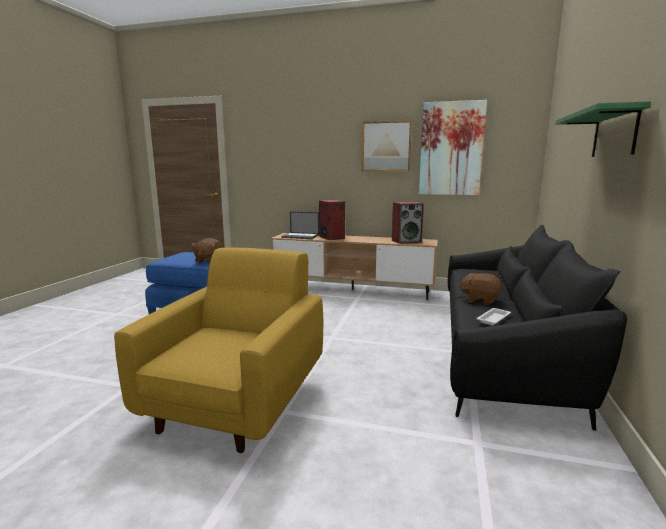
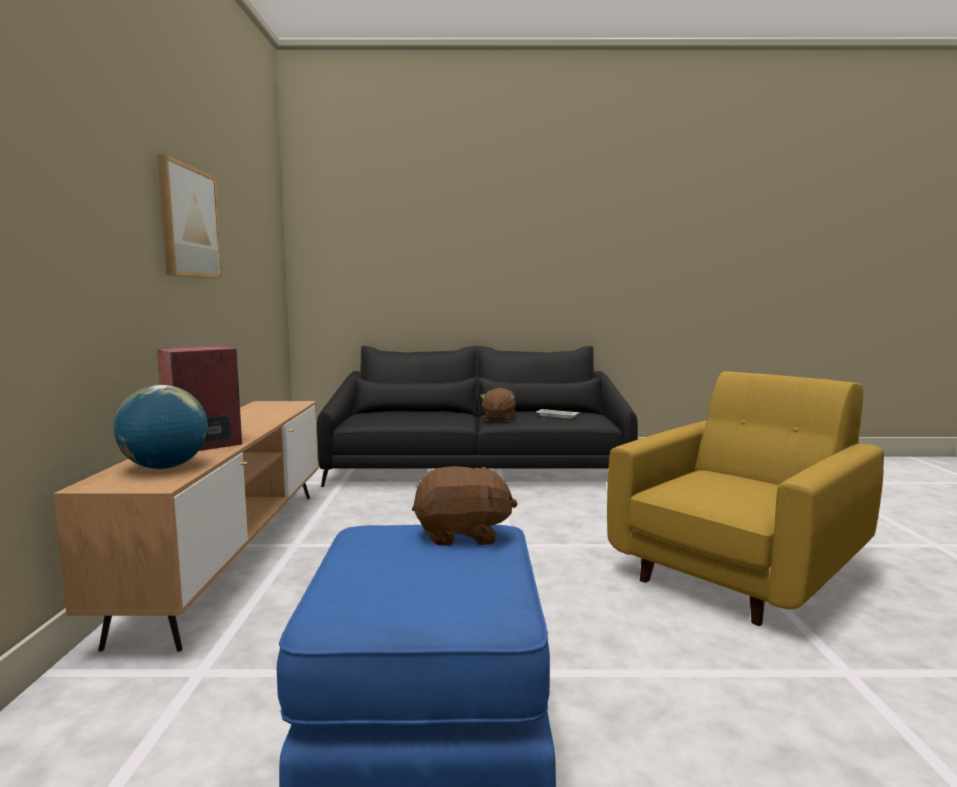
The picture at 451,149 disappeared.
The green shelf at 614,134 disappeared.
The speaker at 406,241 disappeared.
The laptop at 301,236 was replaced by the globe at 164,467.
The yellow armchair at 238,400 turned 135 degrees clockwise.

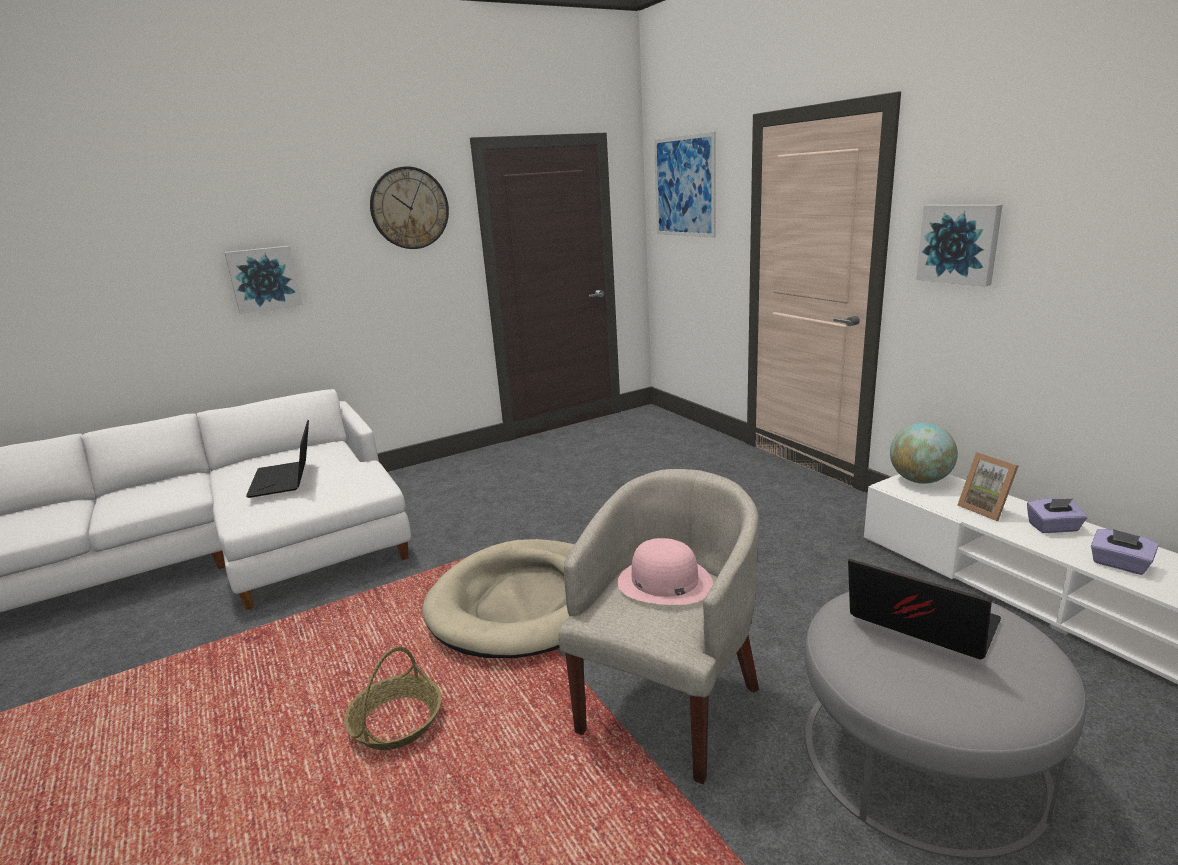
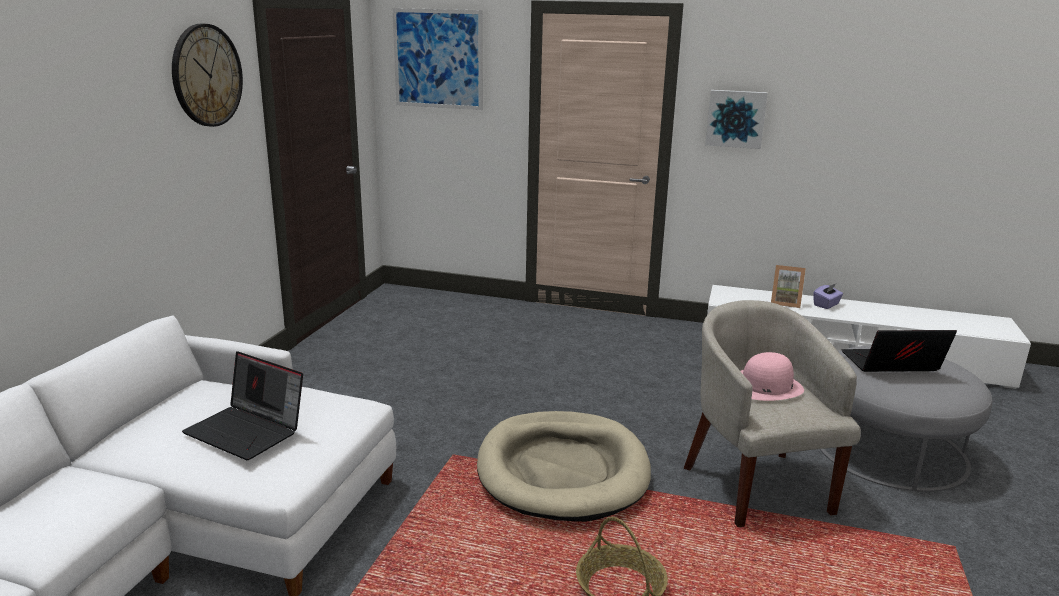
The picture at 264,279 disappeared.
The globe at 919,480 disappeared.
The purple tissue box at 1119,564 disappeared.

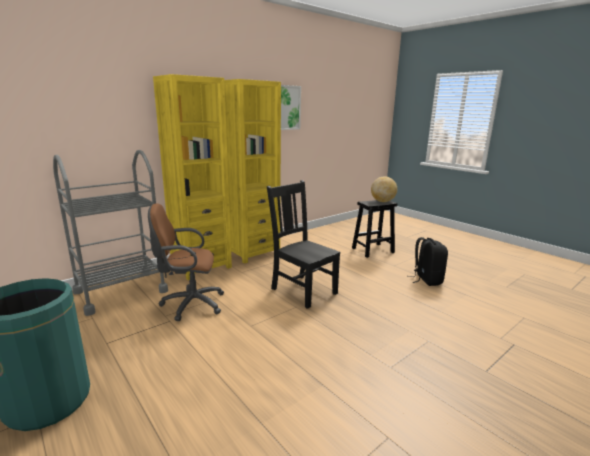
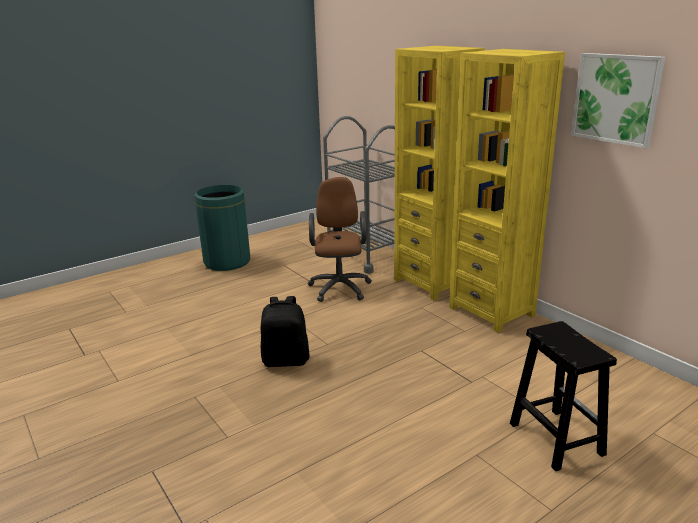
The globe at 382,201 disappeared.
The black chair at 302,290 disappeared.
The black backpack moved from 426,280 to 286,360.

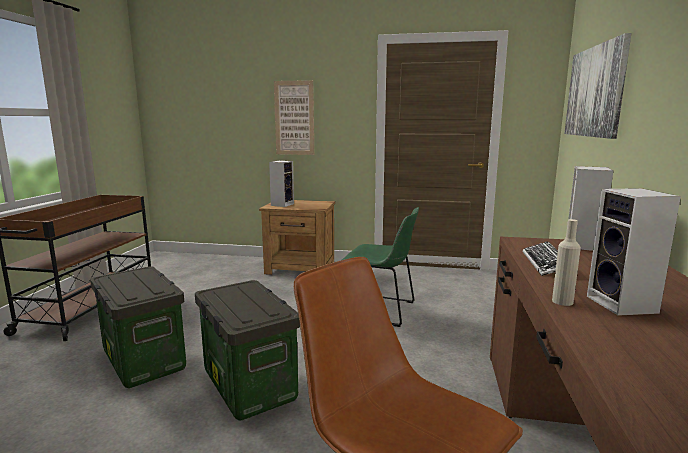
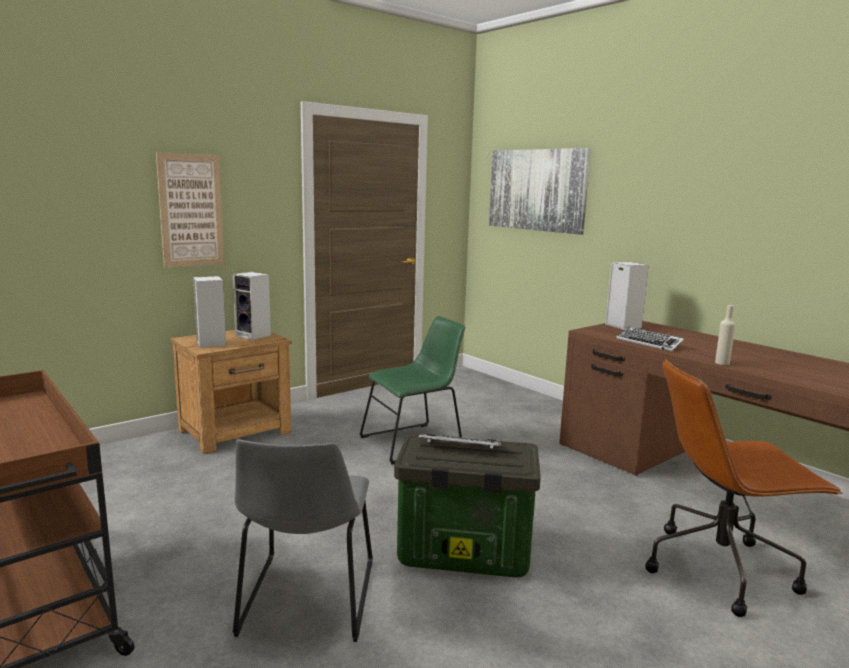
The speaker moved from 624,305 to 254,335.
The storage box at 142,360 was replaced by the grey chair at 307,601.
The keyboard at 460,446 appeared.

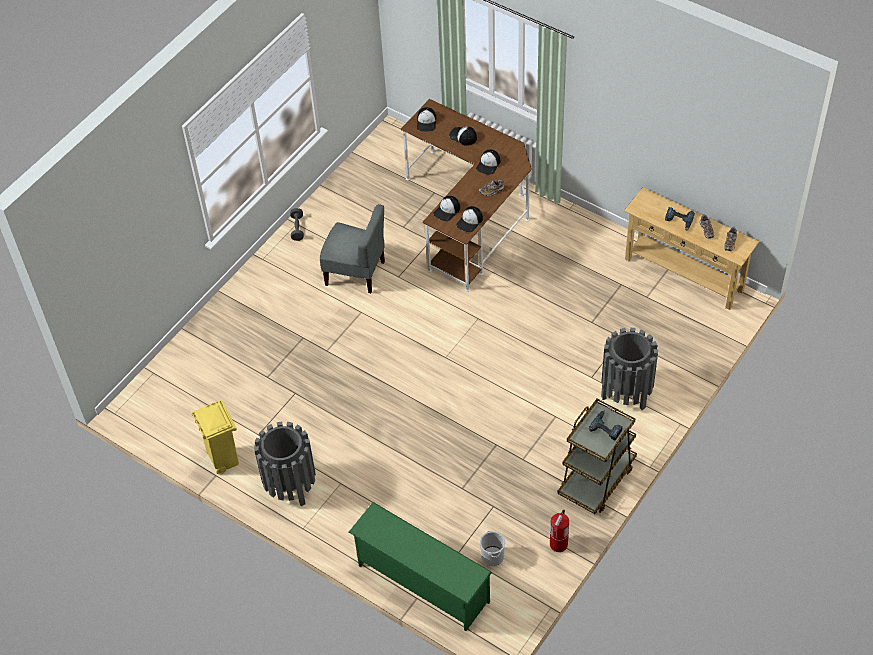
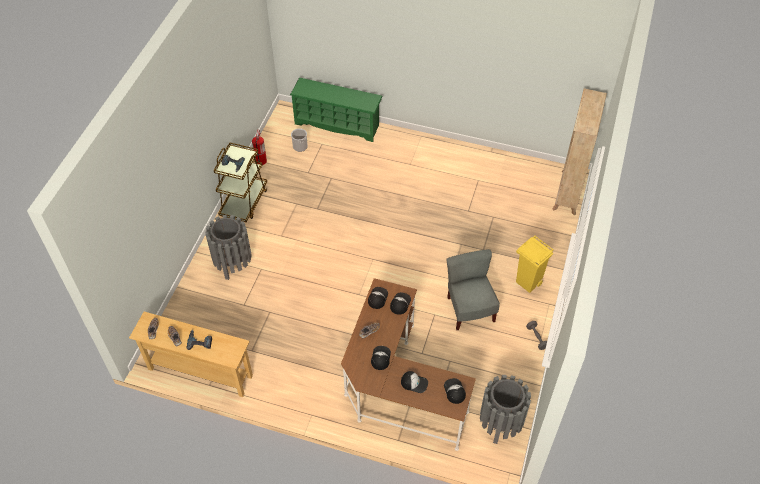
The grey chair at 356,272 turned 75 degrees clockwise.
The yellow trash can moved from 223,459 to 528,283.
The grey trash can moved from 290,485 to 500,424.
The beige bookcase at 568,192 appeared.

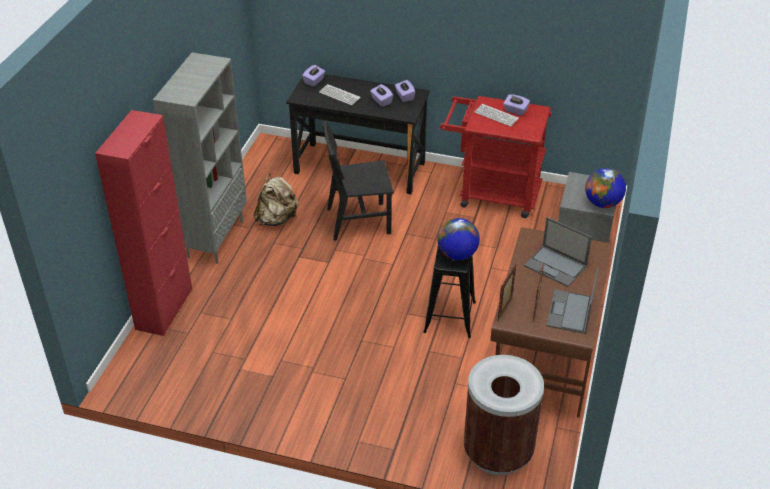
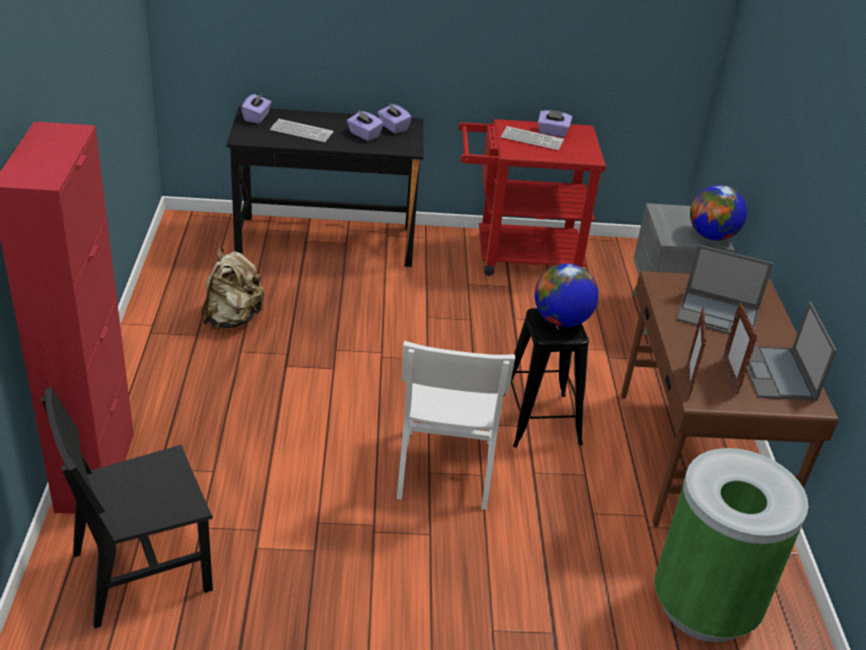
The grey bookcase at 215,238 disappeared.
The black chair moved from 358,221 to 141,571.
The brown trash can at 498,452 became the green trash can at 704,605.
The white chair at 445,468 appeared.

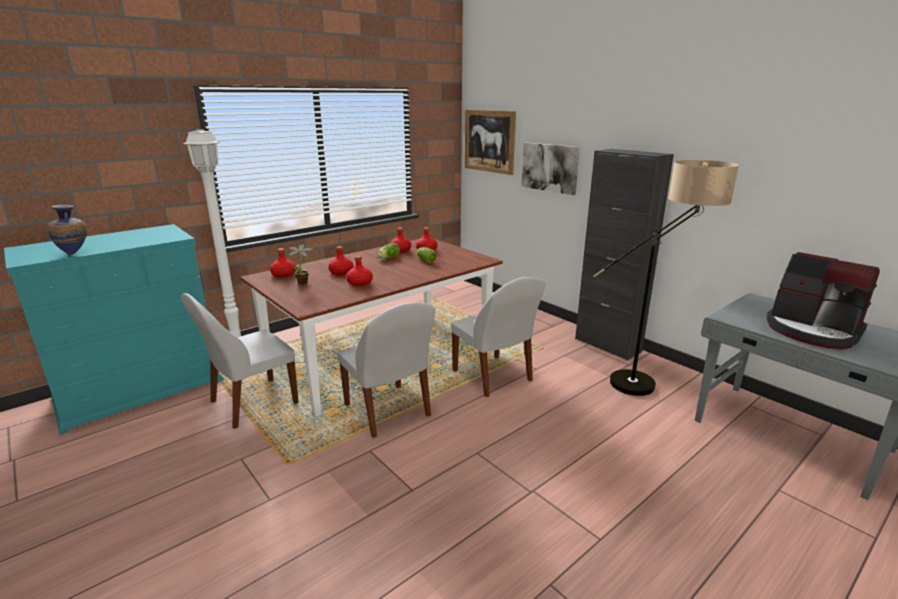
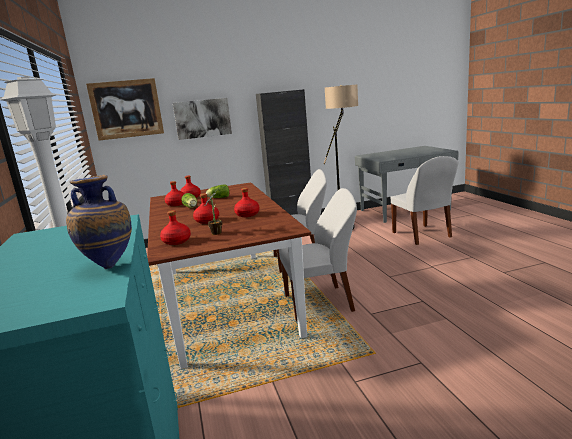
The coffee machine at 812,331 disappeared.
The white chair moved from 251,403 to 422,235.

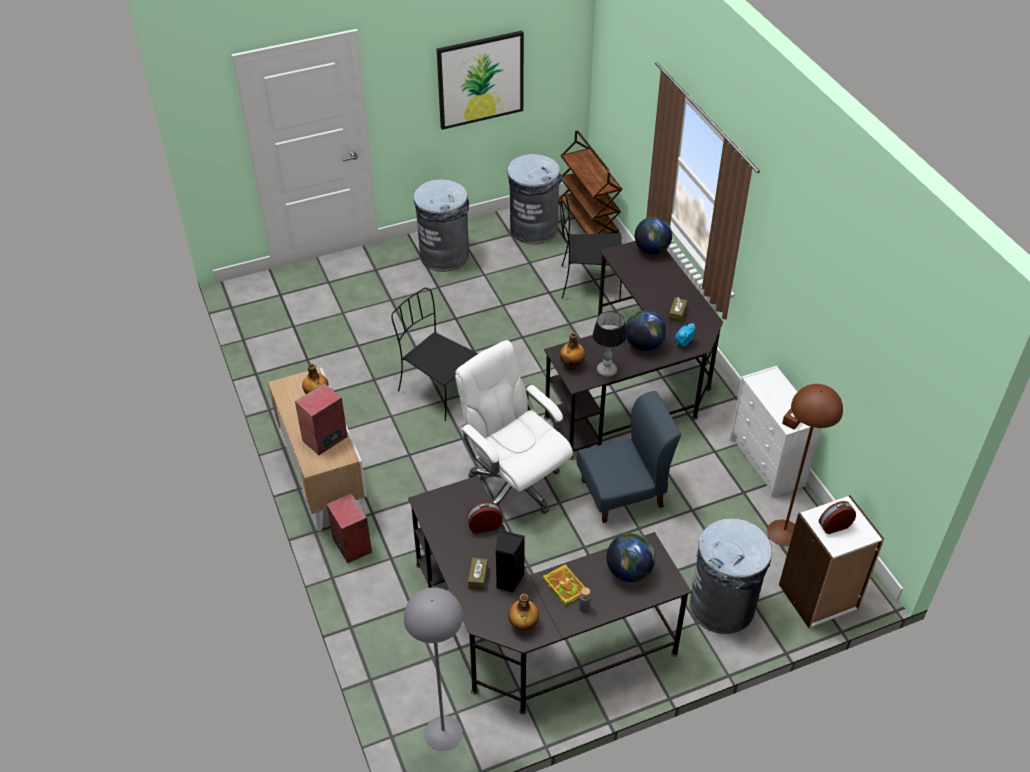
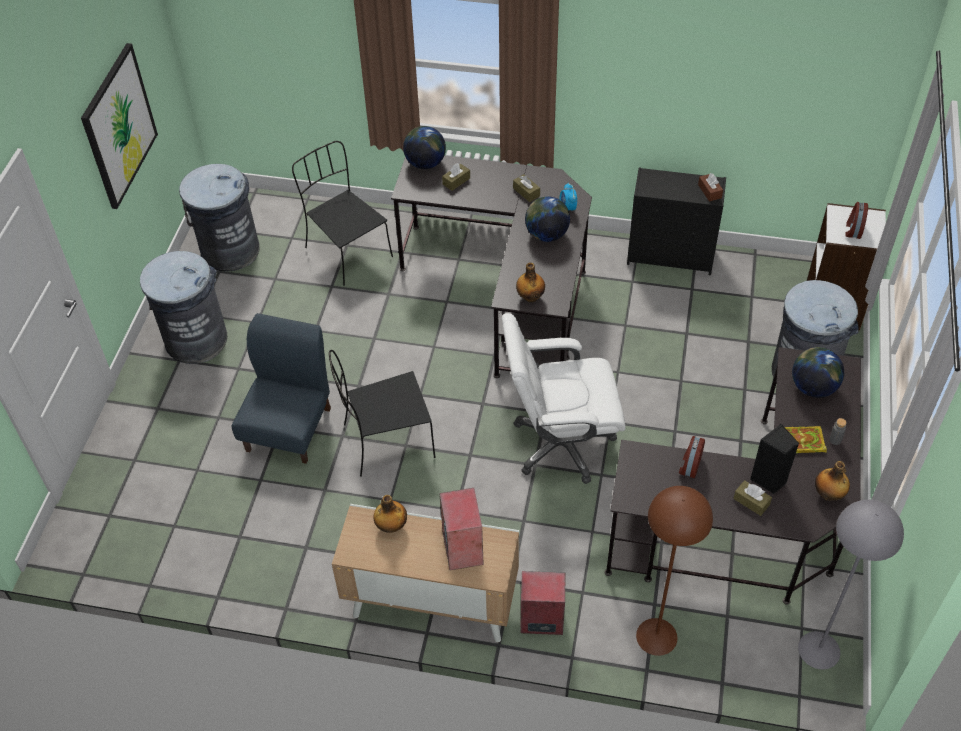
The brown cart at 588,221 disappeared.
The black chair at 588,283 turned 105 degrees clockwise.
The table lamp at 606,371 disappeared.
The white dresser at 767,463 became the black dresser at 671,255.
The brown floor lamp moved from 783,532 to 656,637.
The blue chair moved from 623,494 to 289,429.
The brown tissue box at 456,181 appeared.

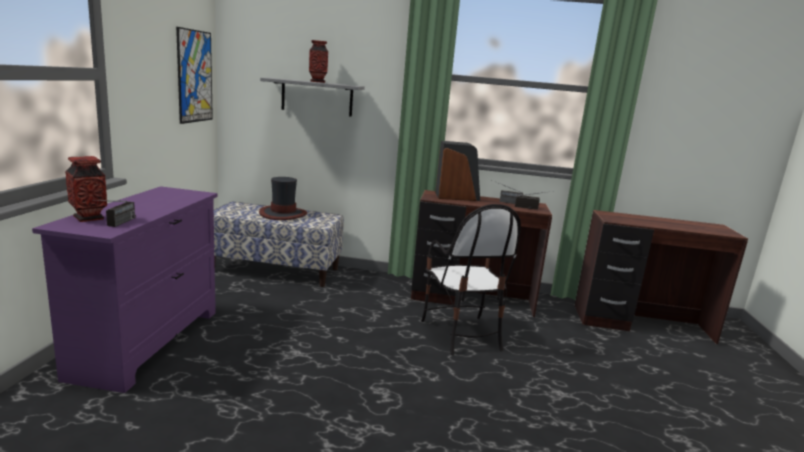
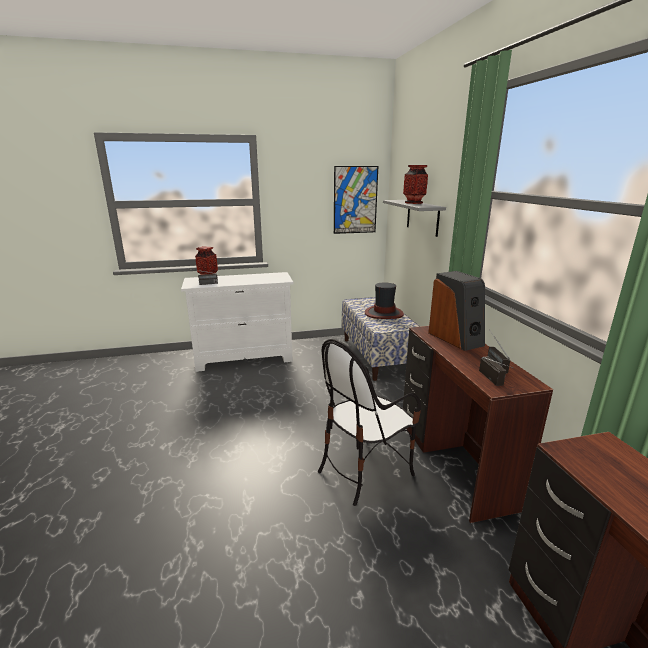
The purple dresser at 148,342 became the white dresser at 244,358.

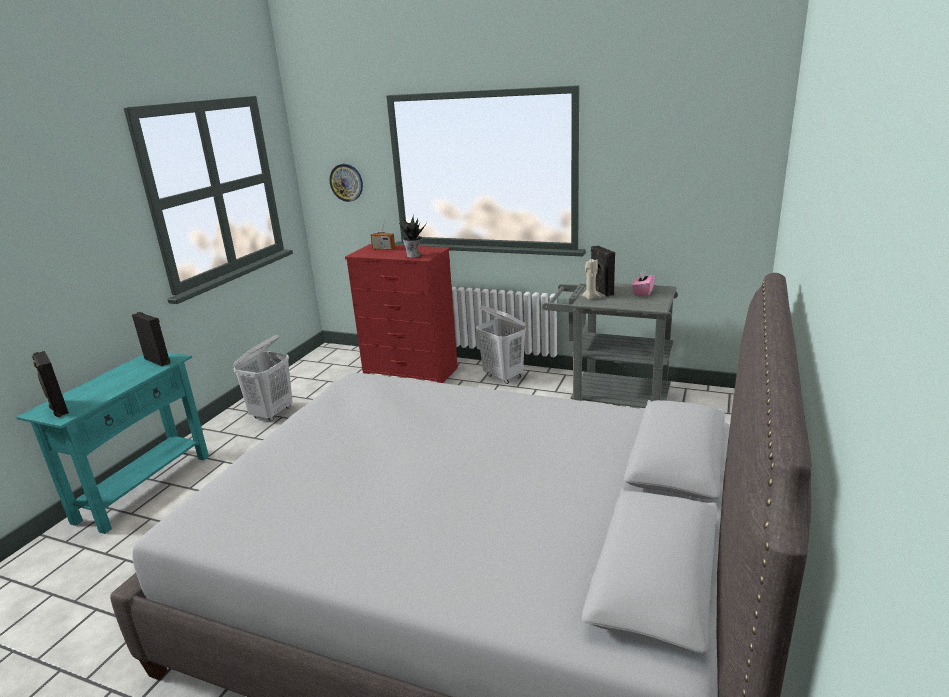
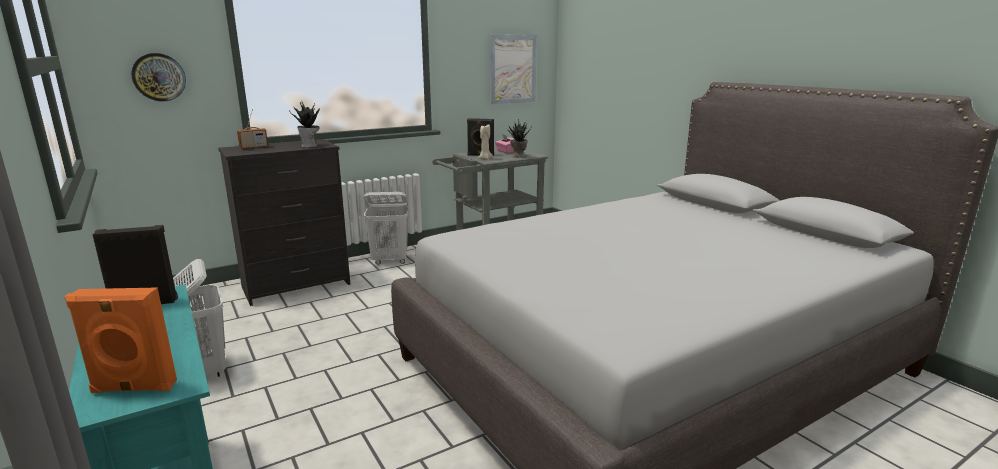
The red dresser at 411,372 became the black dresser at 297,286.
The black speaker at 58,409 became the orange speaker at 133,388.
The picture at 512,69 appeared.
The potted plant at 518,156 appeared.

